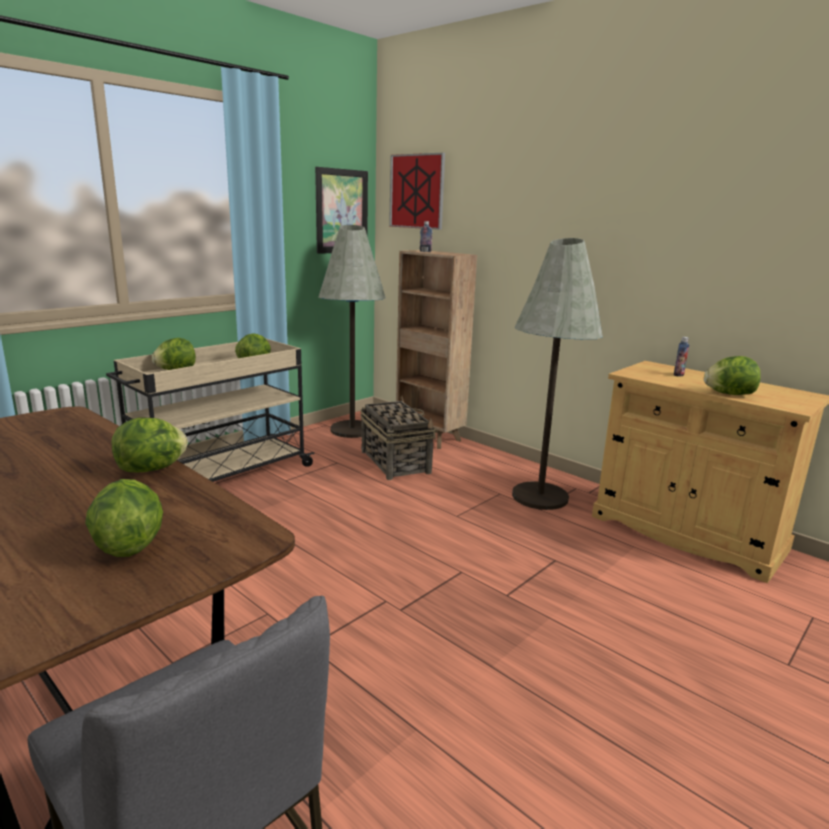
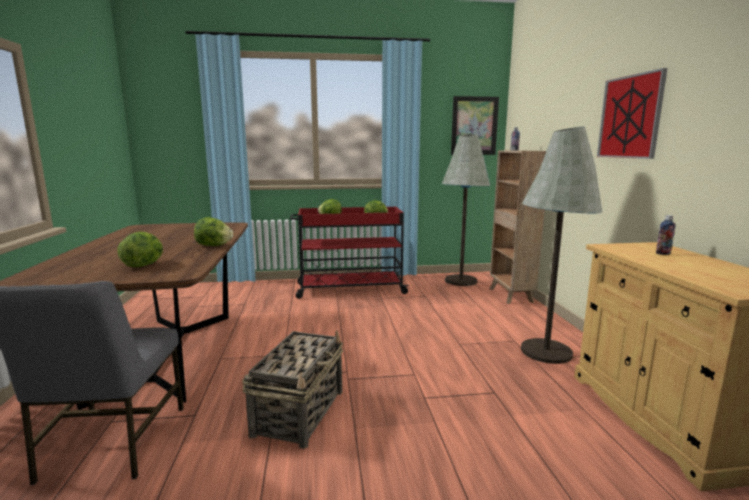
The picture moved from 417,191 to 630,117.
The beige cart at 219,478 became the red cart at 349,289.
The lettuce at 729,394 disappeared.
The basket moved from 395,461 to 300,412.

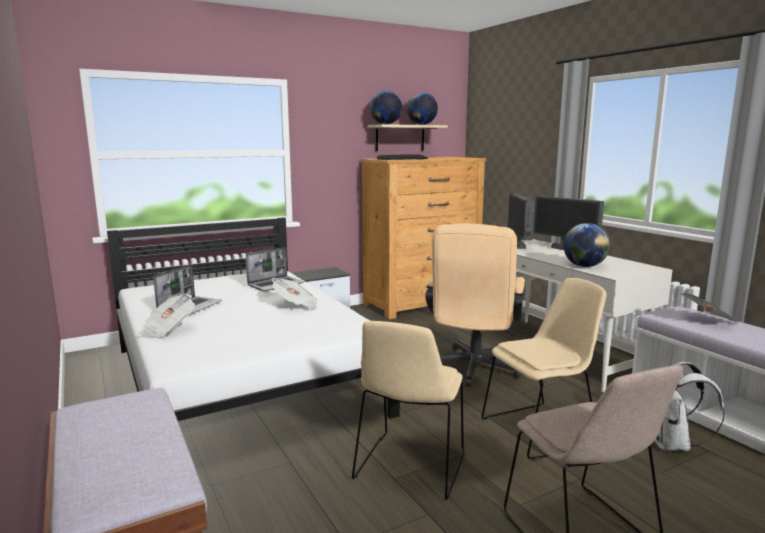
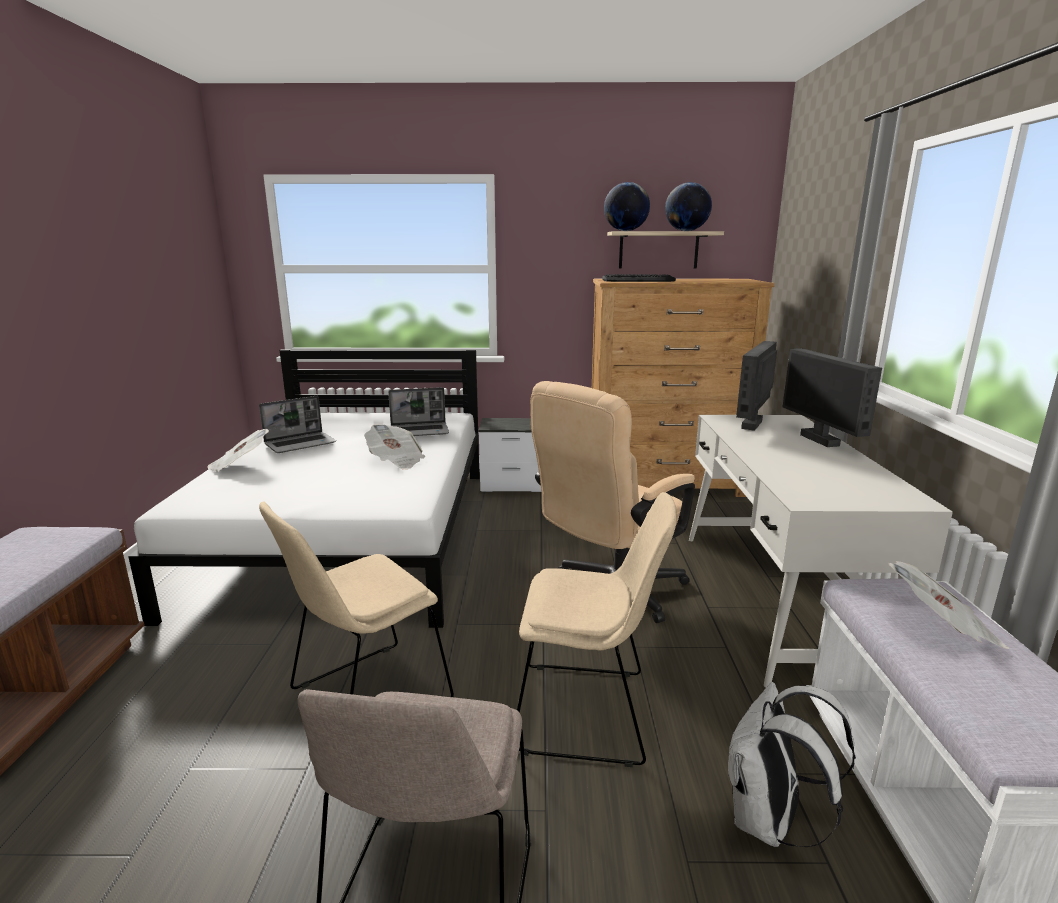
The globe at 584,266 disappeared.

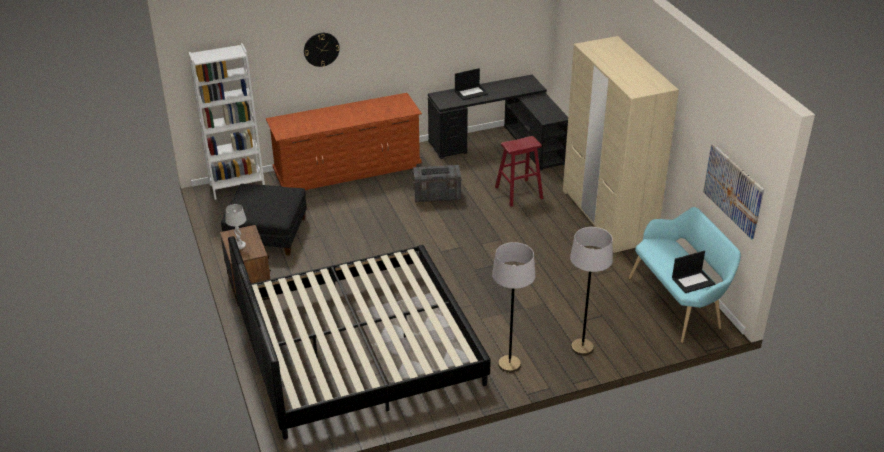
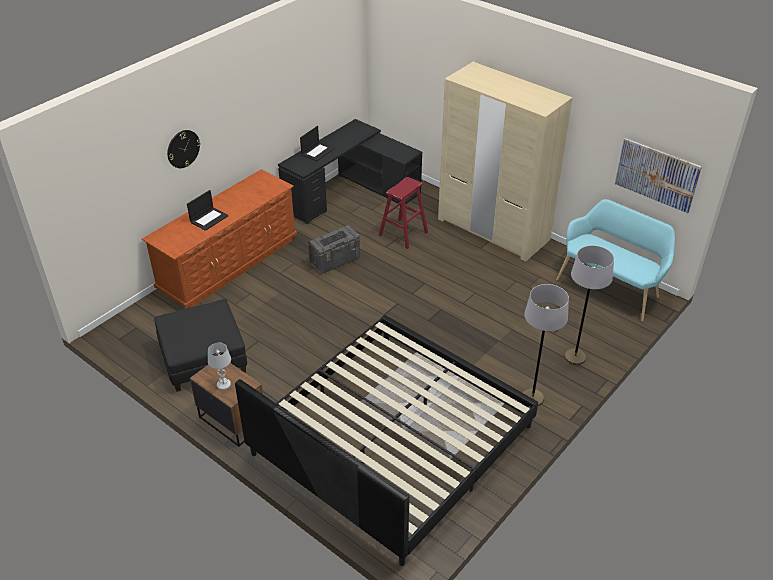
The white bookcase at 237,186 disappeared.
The laptop moved from 693,281 to 209,218.

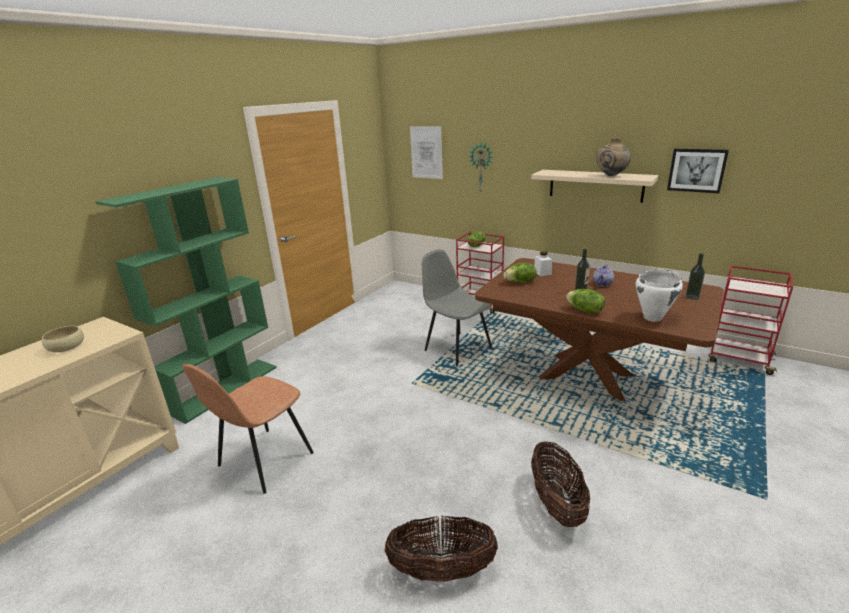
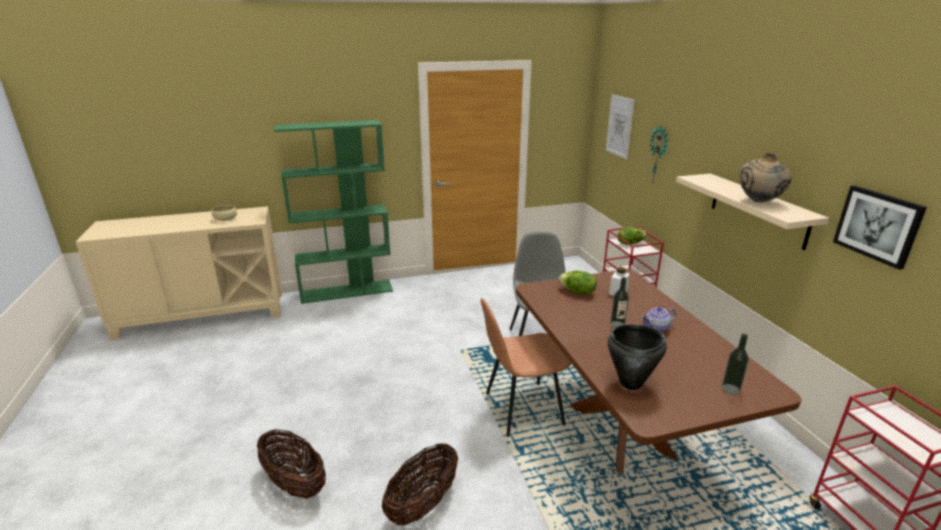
The white cooking pot at 653,317 became the black cooking pot at 631,384.
The lettuce at 584,310 disappeared.
The brown chair moved from 264,461 to 521,409.

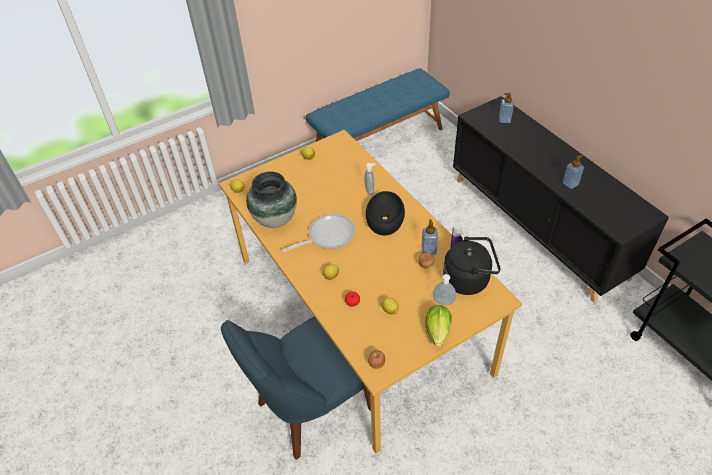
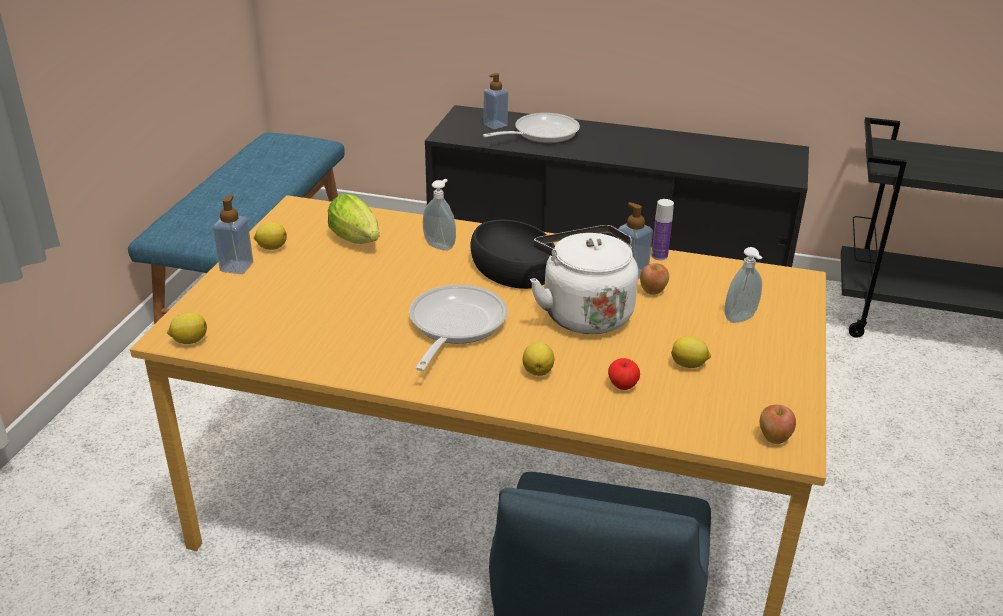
The soap dispenser moved from 570,183 to 236,267.
The vase at 275,219 disappeared.
The black kettle at 468,279 disappeared.
The lettuce moved from 437,334 to 358,241.
The frying pan at 540,134 appeared.
The white kettle at 583,313 appeared.

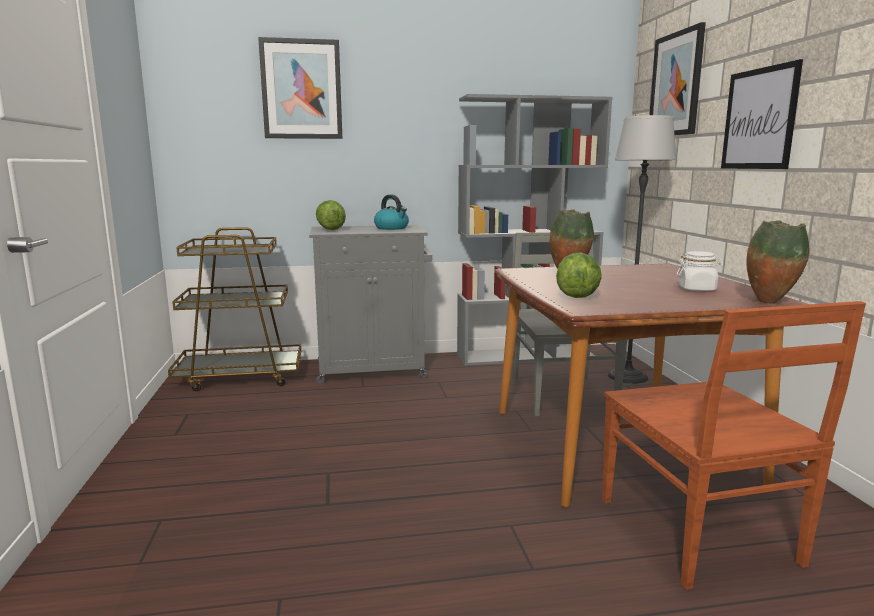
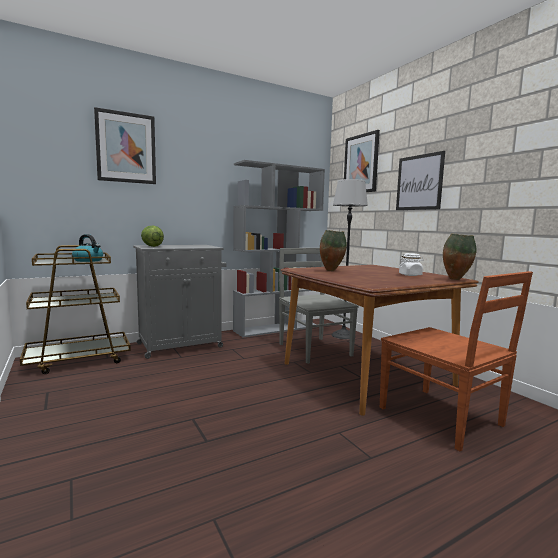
The kettle moved from 392,228 to 88,260.
The lettuce at 577,295 disappeared.

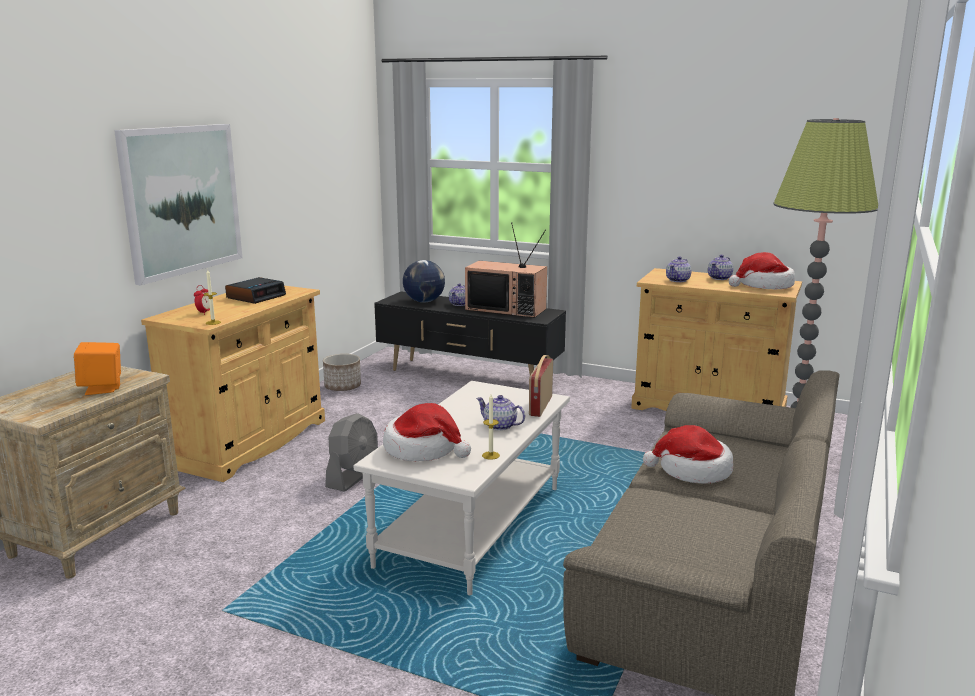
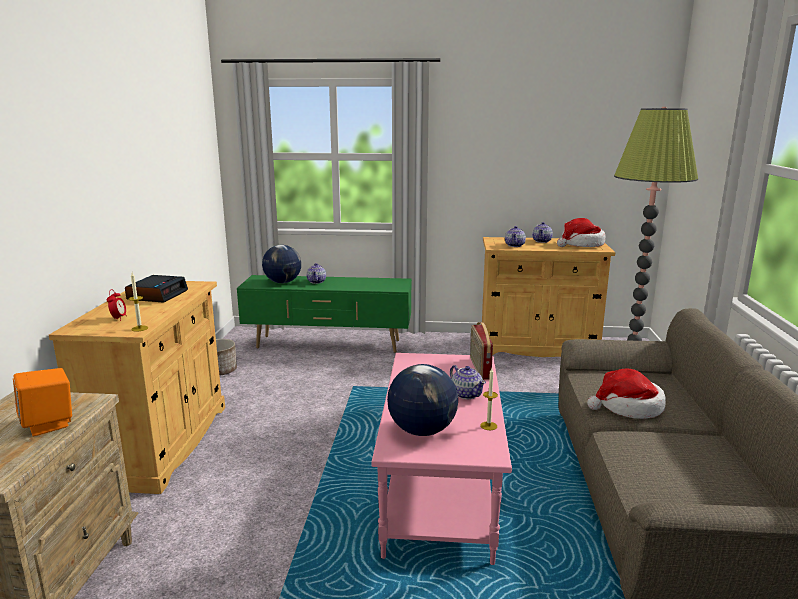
The picture at 182,200 disappeared.
The television at 507,309 disappeared.
The black tv stand at 469,376 became the green tv stand at 329,345.
The white coffee table at 473,527 became the pink coffee table at 441,491.
The teapot at 500,426 turned 135 degrees counterclockwise.
The hat at 423,449 was replaced by the globe at 422,430.
The grey fan at 353,476 disappeared.

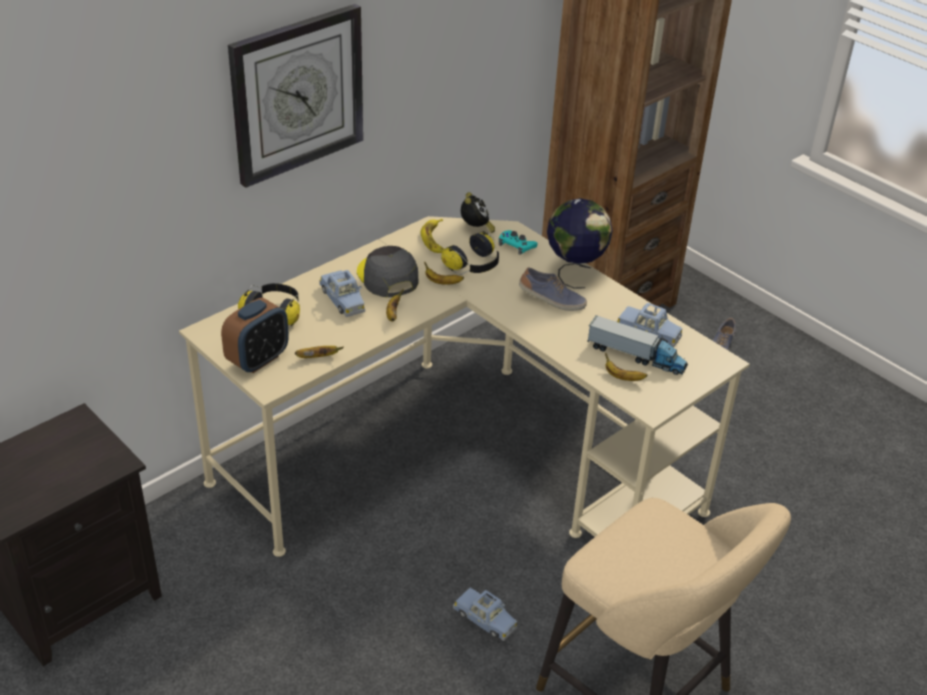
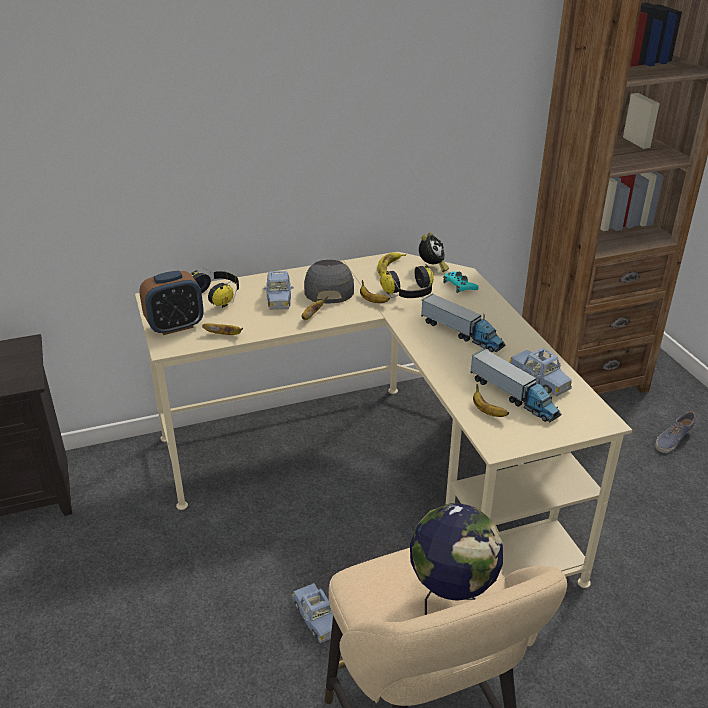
The wall clock at 297,94 disappeared.
The globe moved from 575,272 to 451,599.
The shoe at 551,300 was replaced by the toy truck at 462,333.

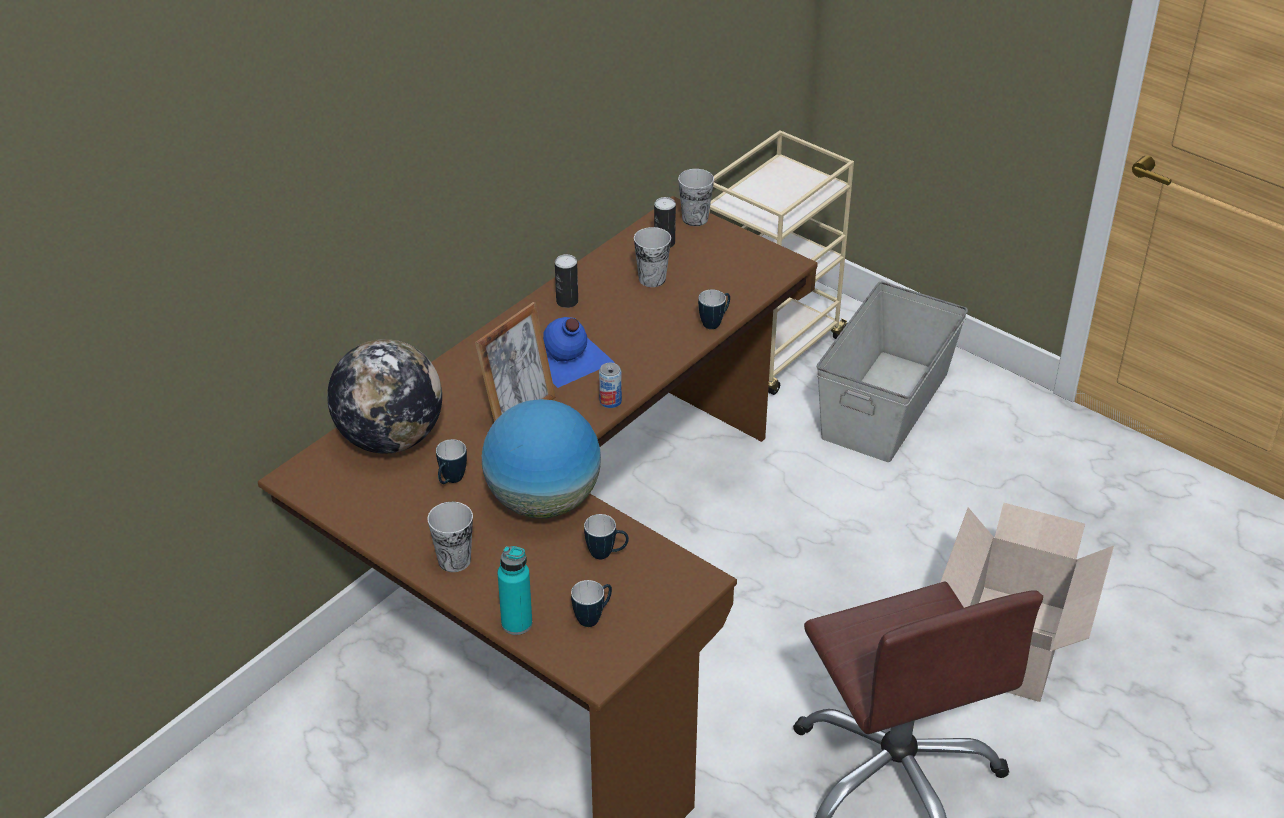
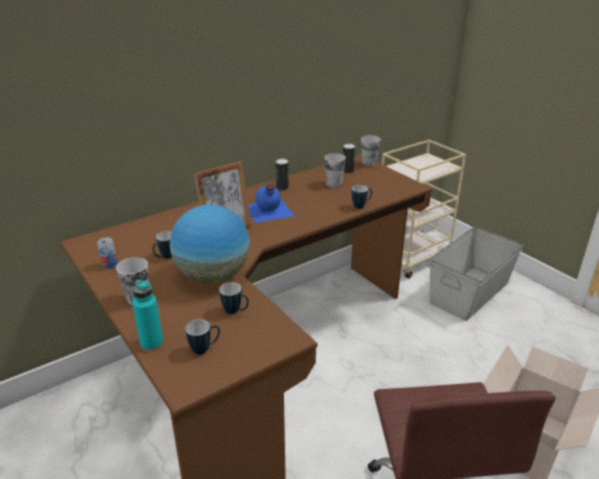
The globe at 390,438 disappeared.
The can moved from 610,401 to 110,265.

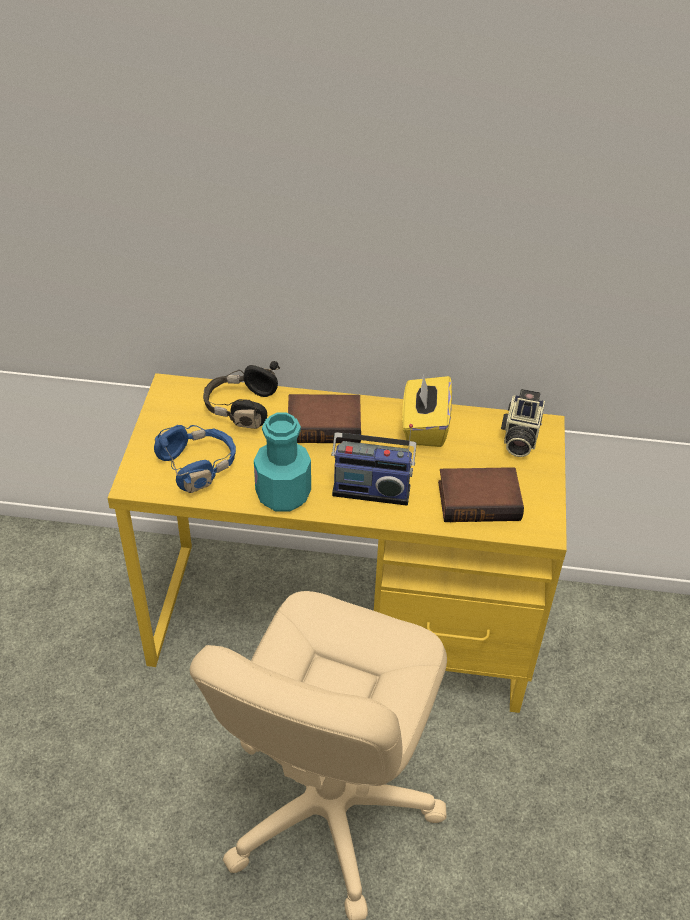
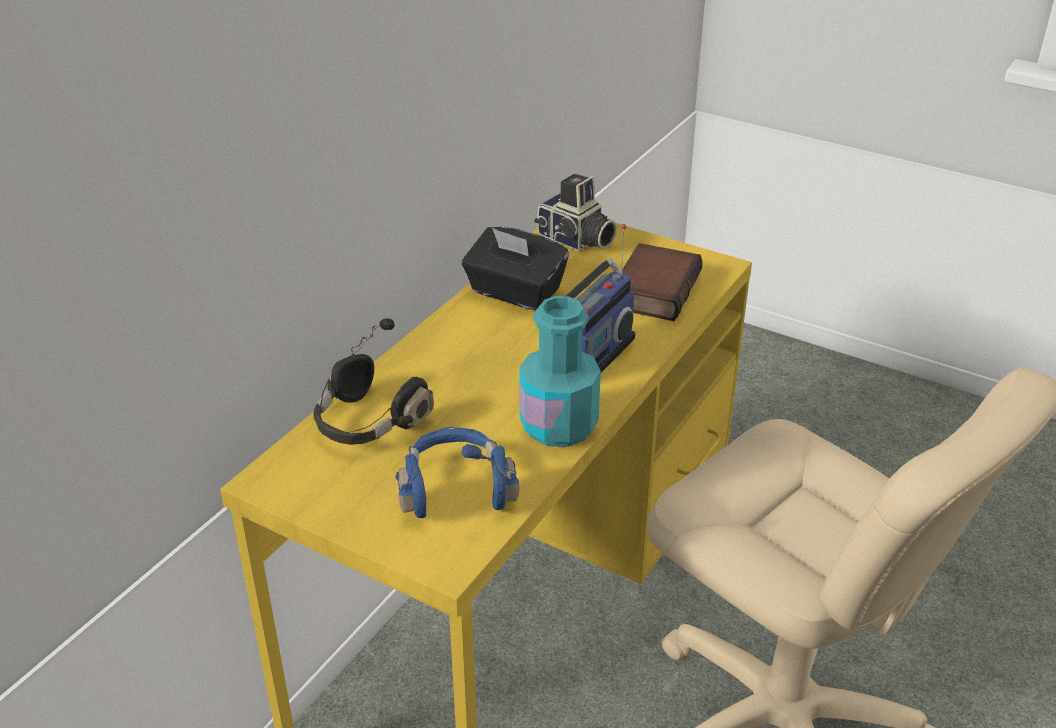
The yellow tissue box at 424,426 became the black tissue box at 514,292.
The book at 325,423 disappeared.

